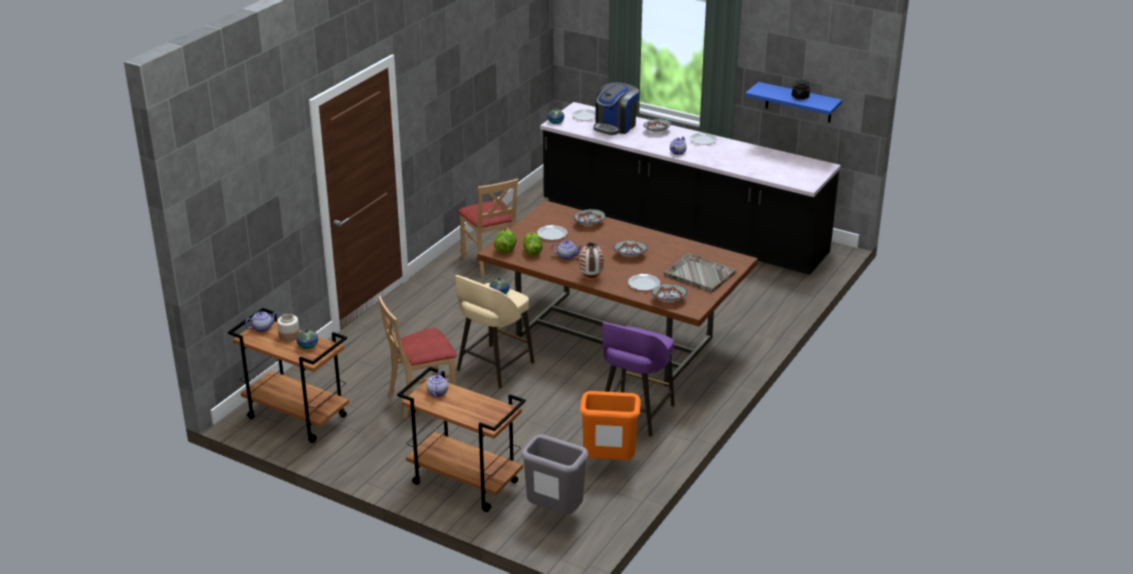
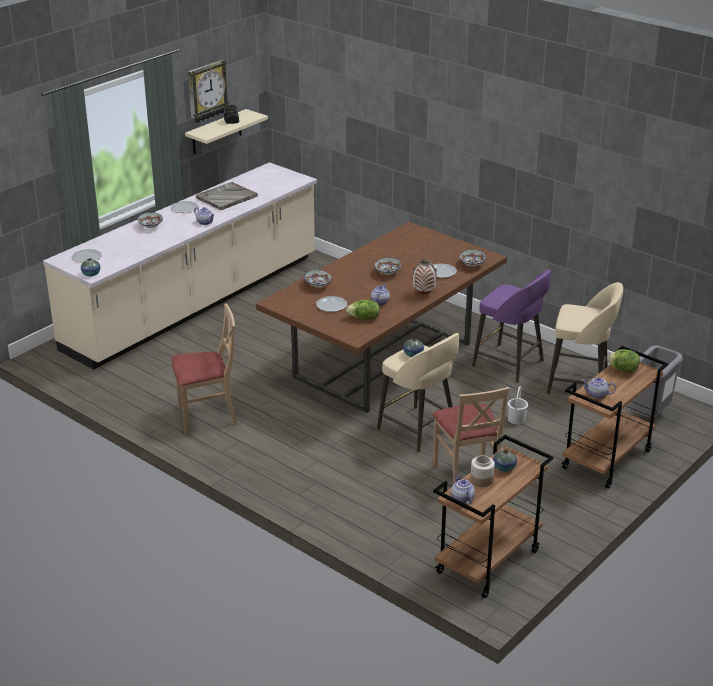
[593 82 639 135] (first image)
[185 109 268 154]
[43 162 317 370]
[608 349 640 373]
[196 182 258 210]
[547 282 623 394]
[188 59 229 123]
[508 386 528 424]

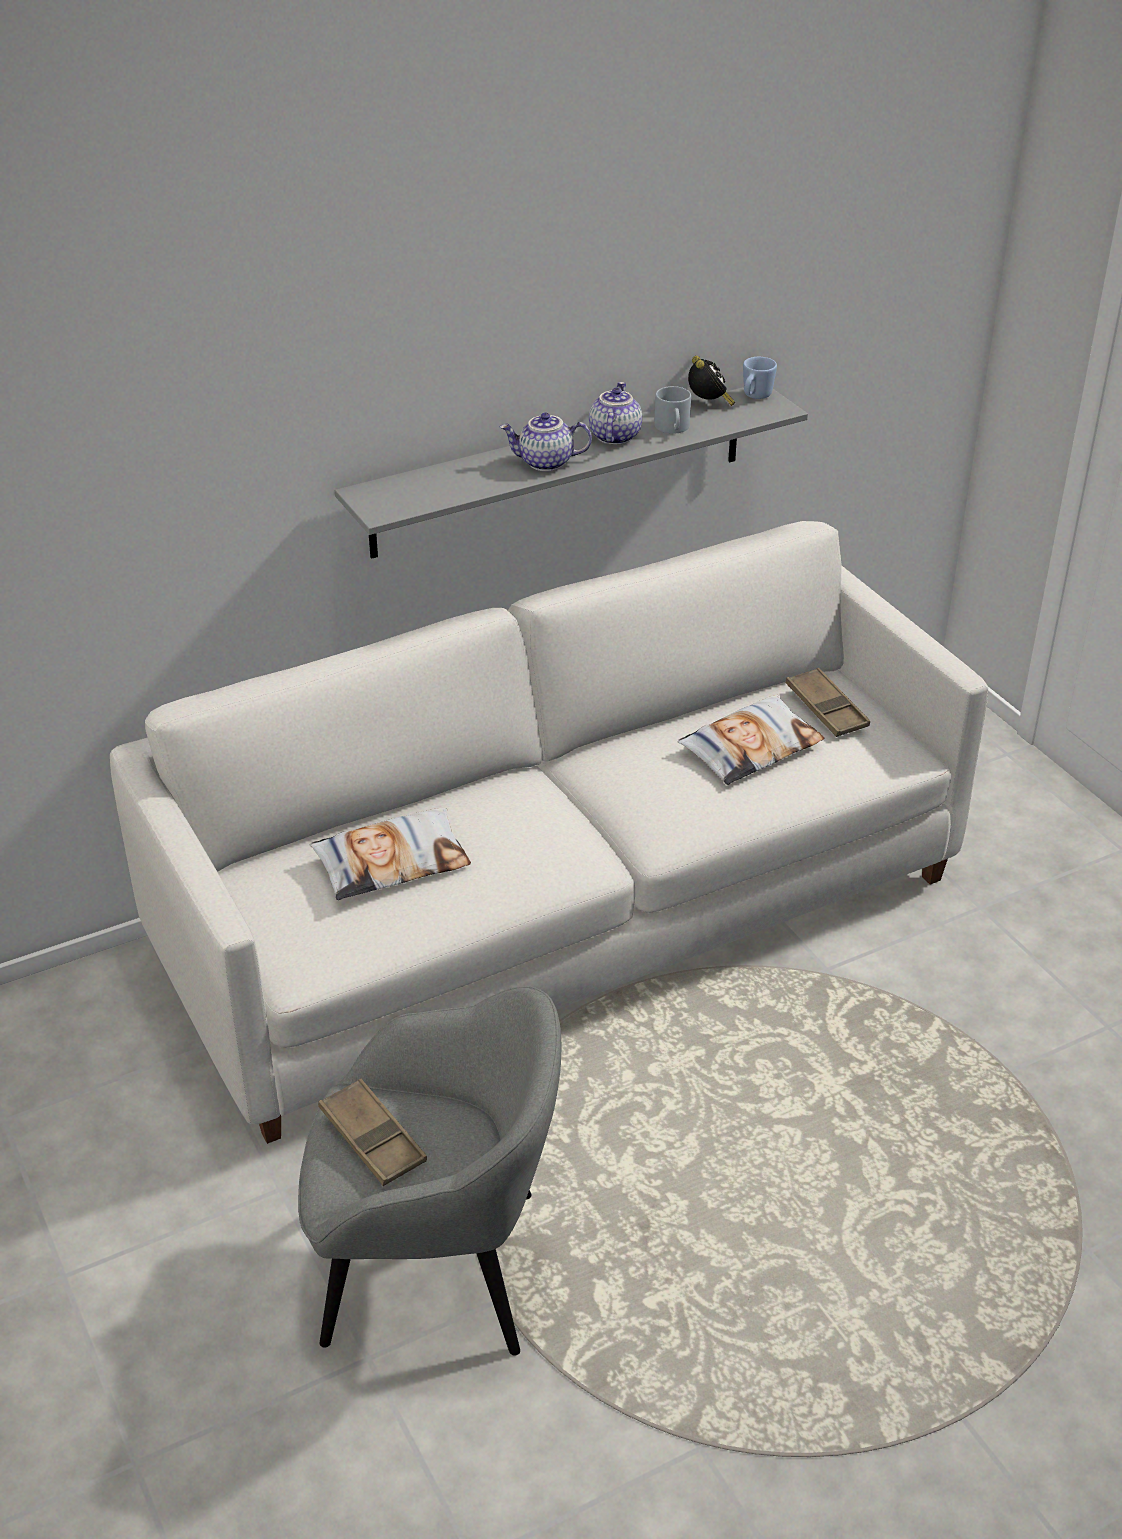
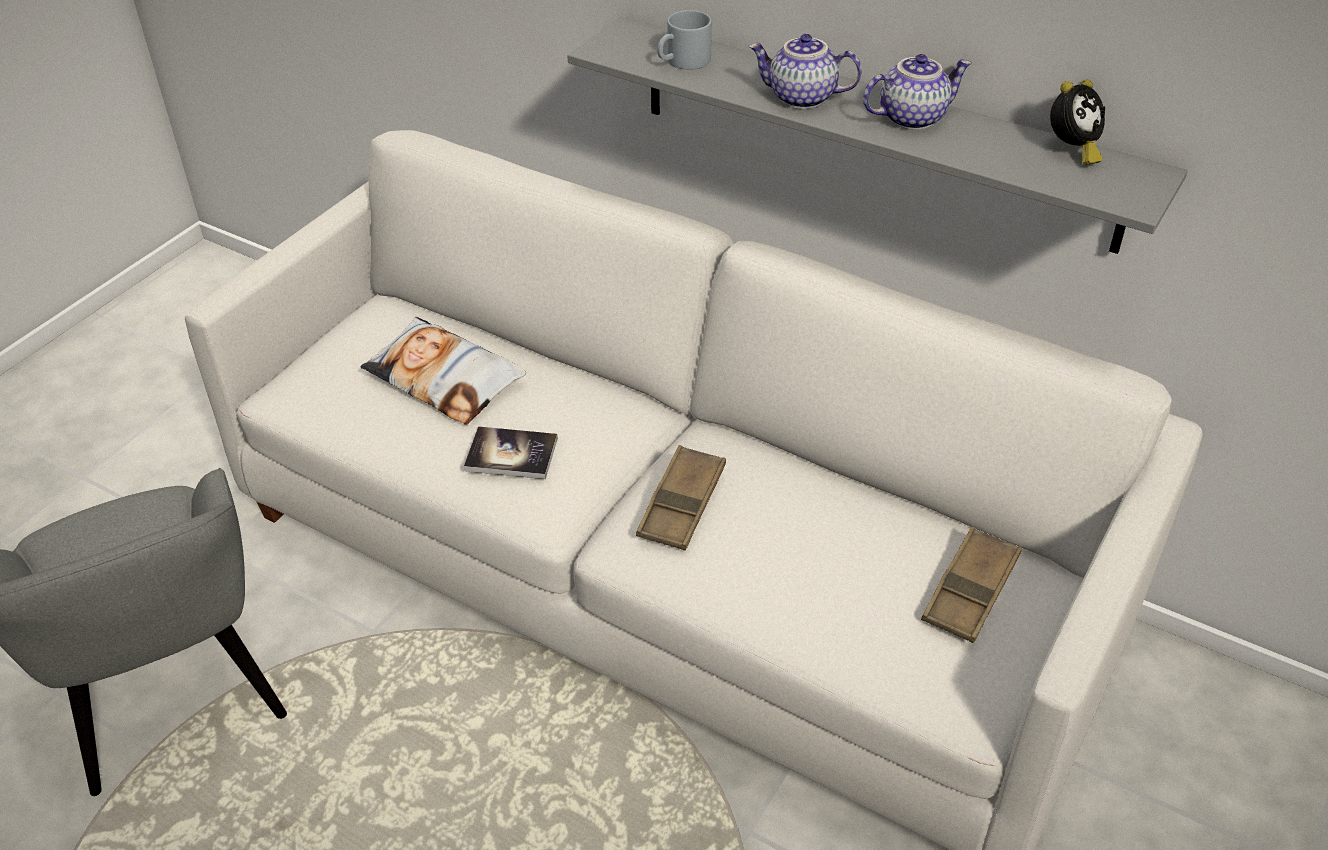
[743 357 777 399] (first image)
[657 10 712 70]
[748 34 862 109]
[677 695 825 785] (first image)
[636 445 726 550]
[464 426 558 479]

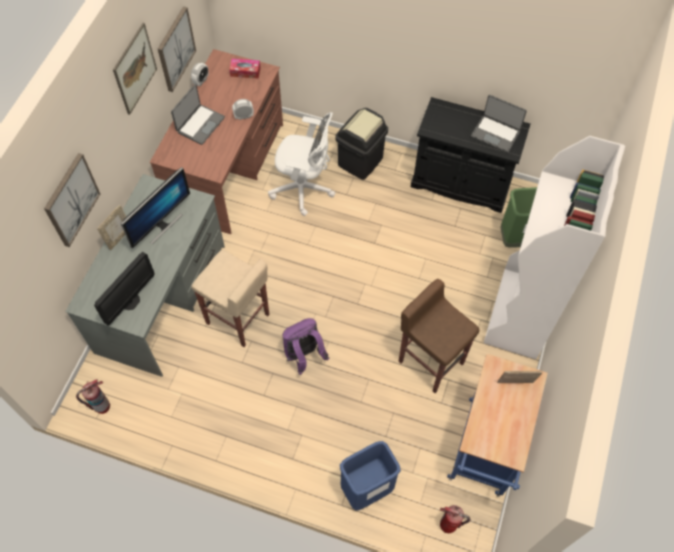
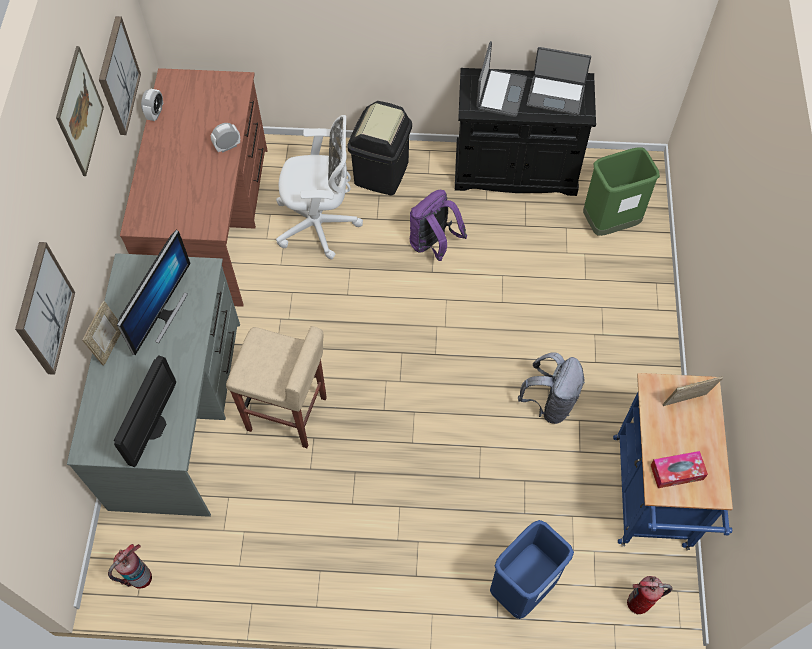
[651 451 708 488]
[476 41 527 117]
[484 136 625 359] (first image)
[518 352 585 424]
[410 190 467 261]

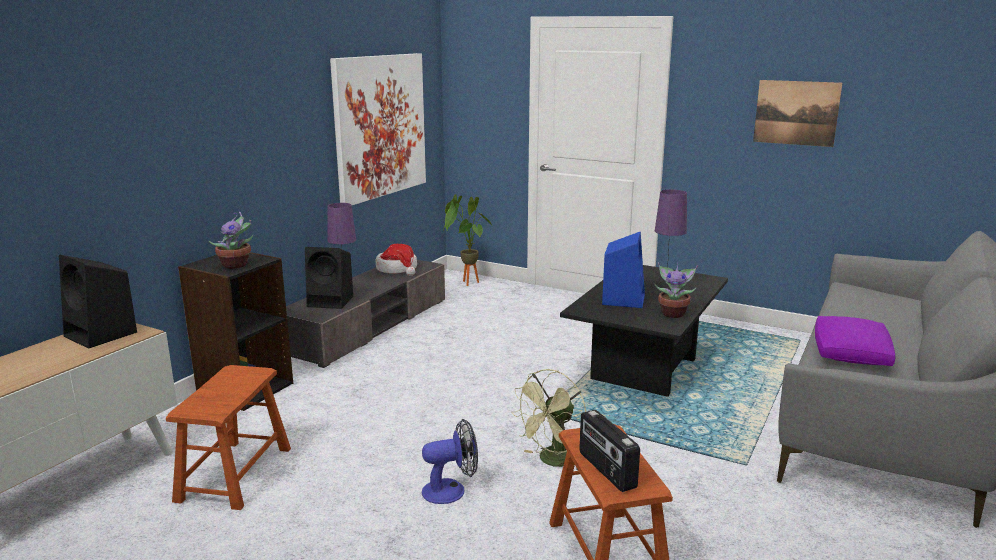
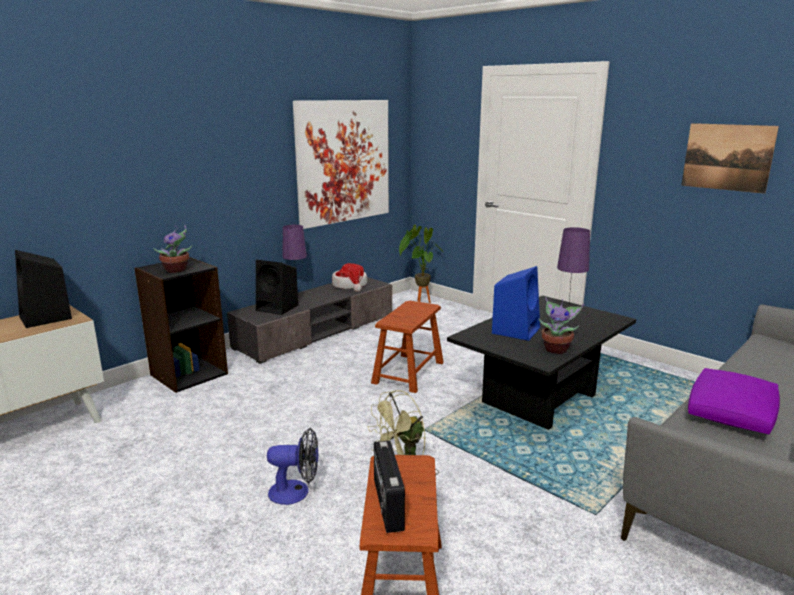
[371 301 444 393]

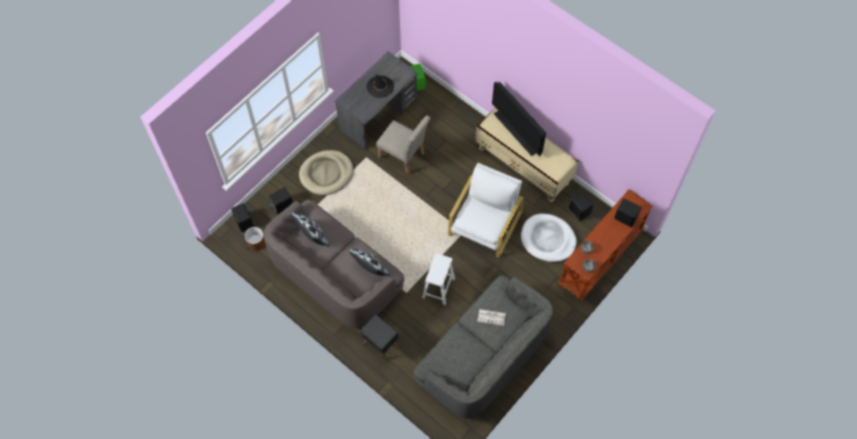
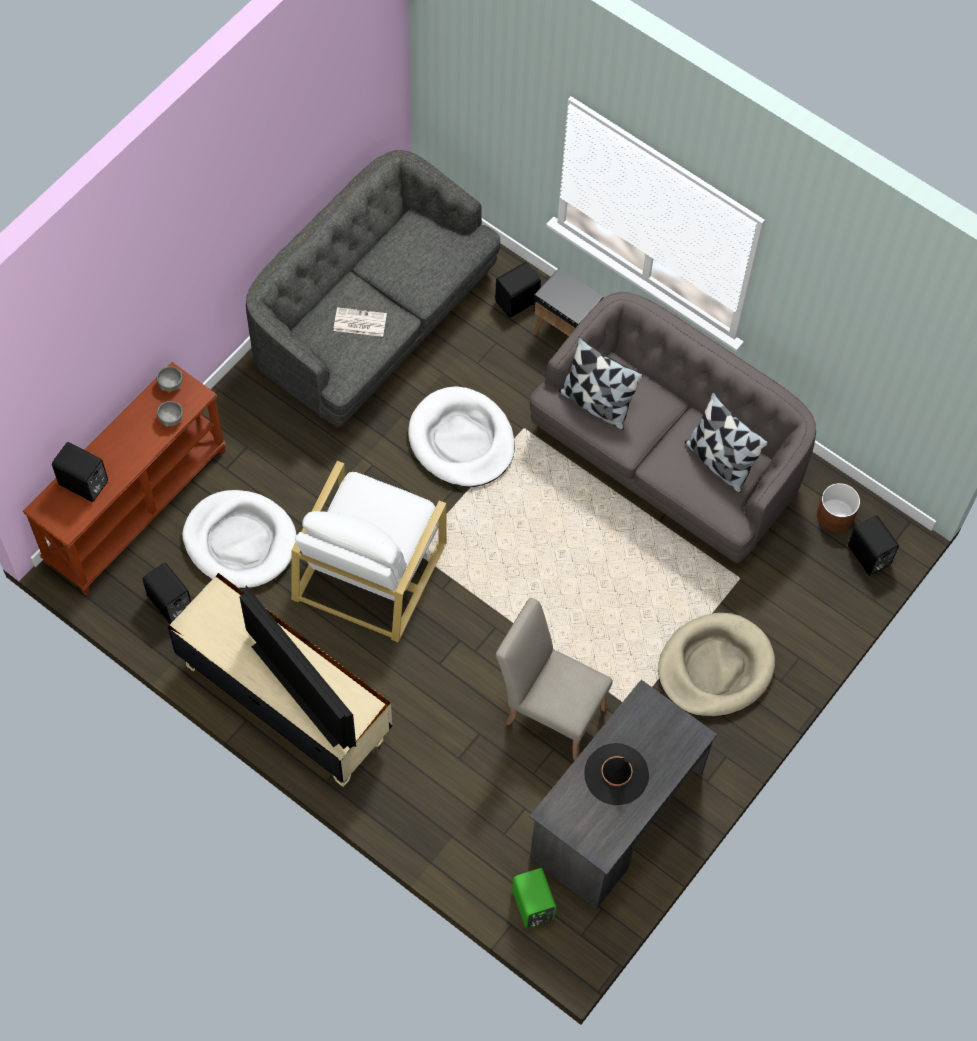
[495 262 541 318]
[408 386 515 487]

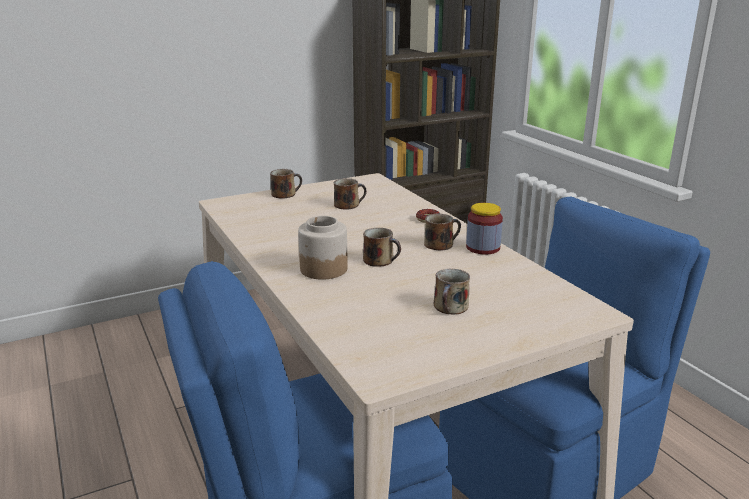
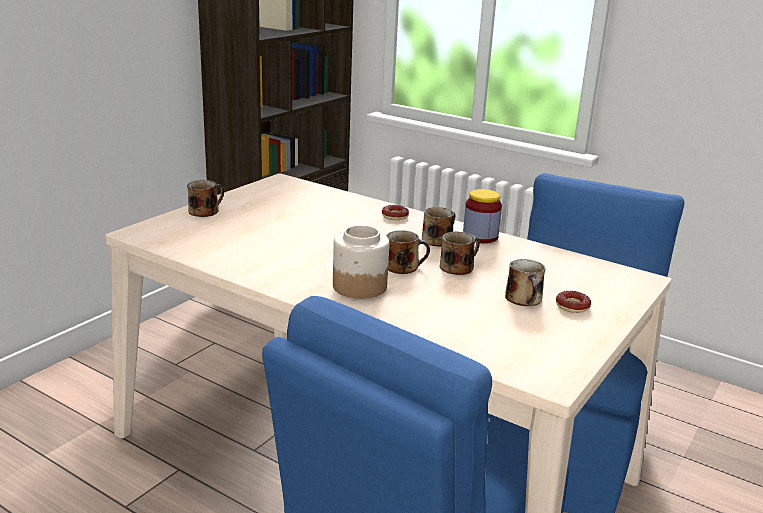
[439 231 480 275]
[556 291 591 313]

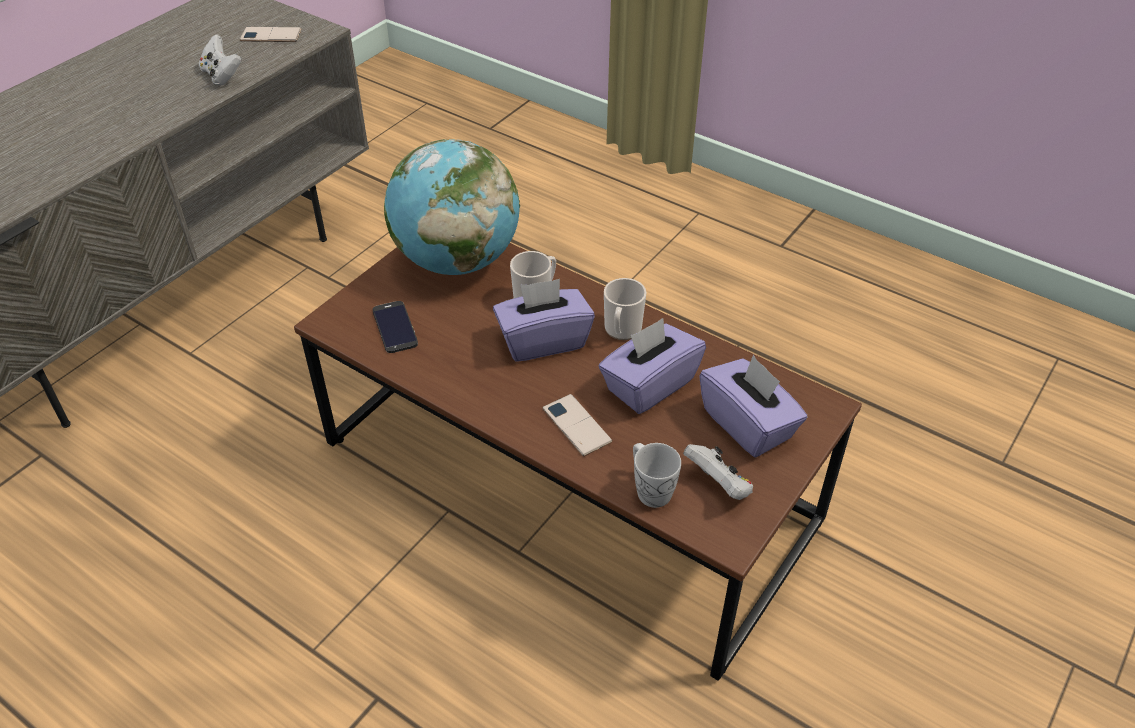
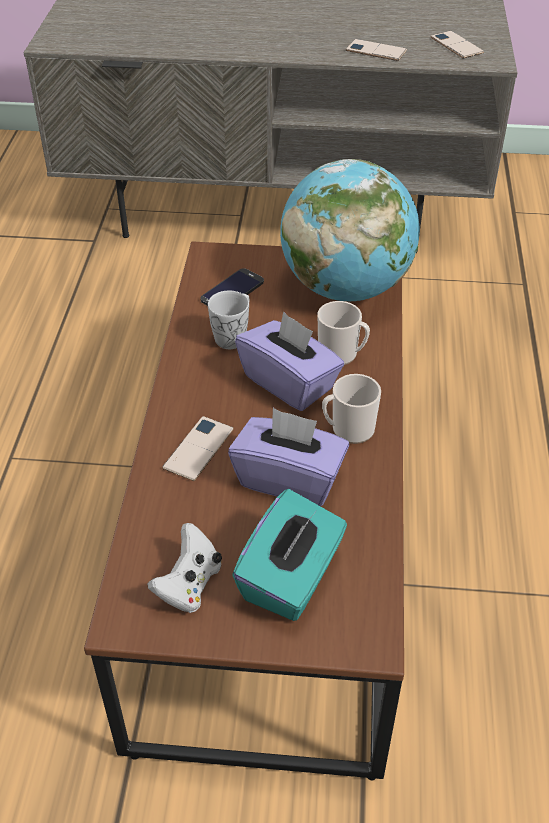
[346 39 407 61]
[232 489 347 621]
[208 290 249 349]

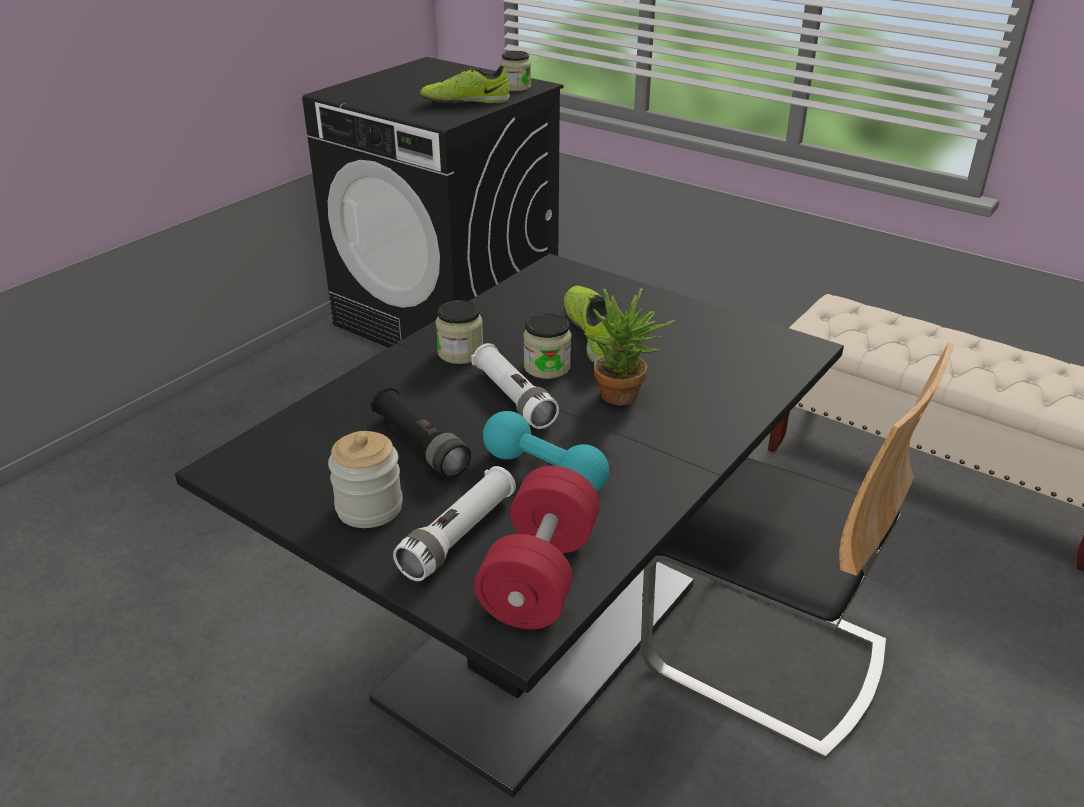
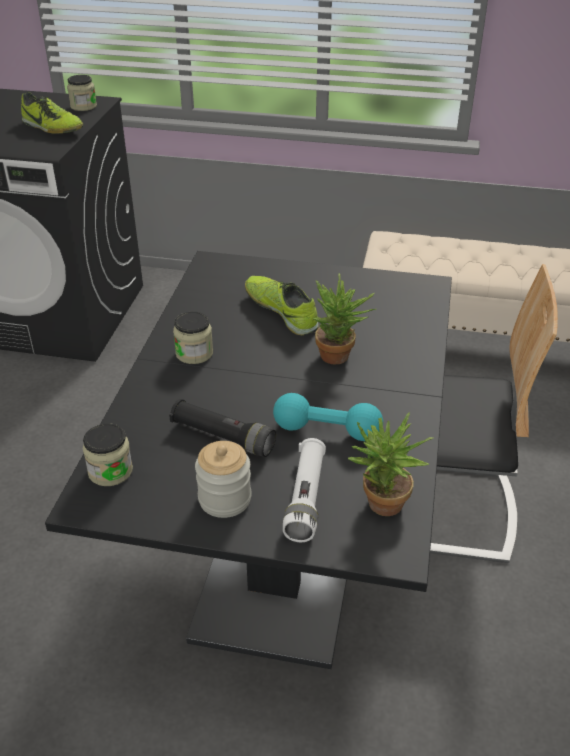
[21 92 84 134]
[83 423 133 486]
[471 343 559 429] (first image)
[348 412 434 516]

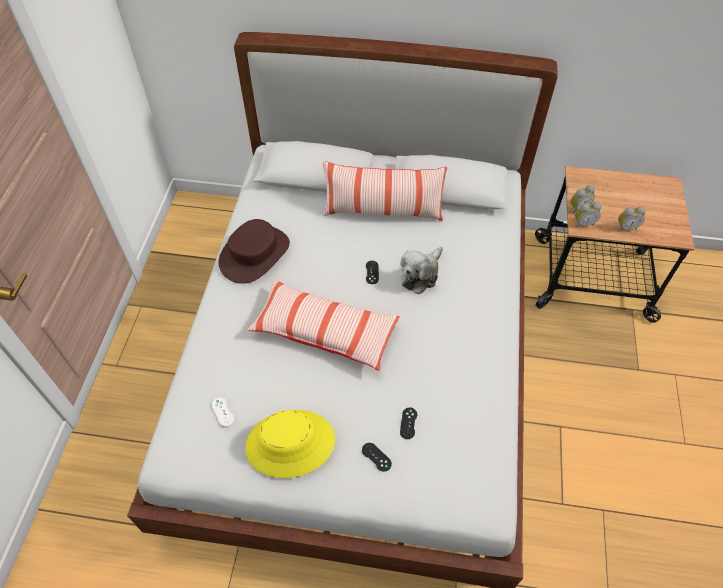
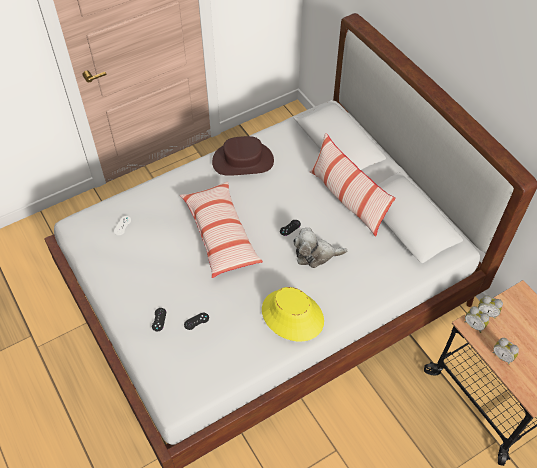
[262 287 324 342]

